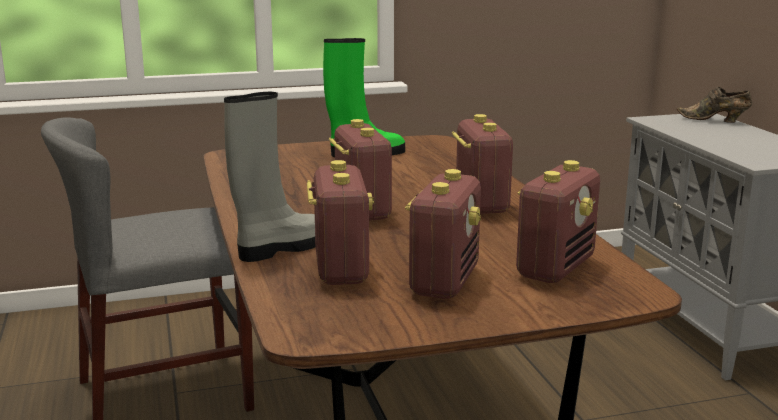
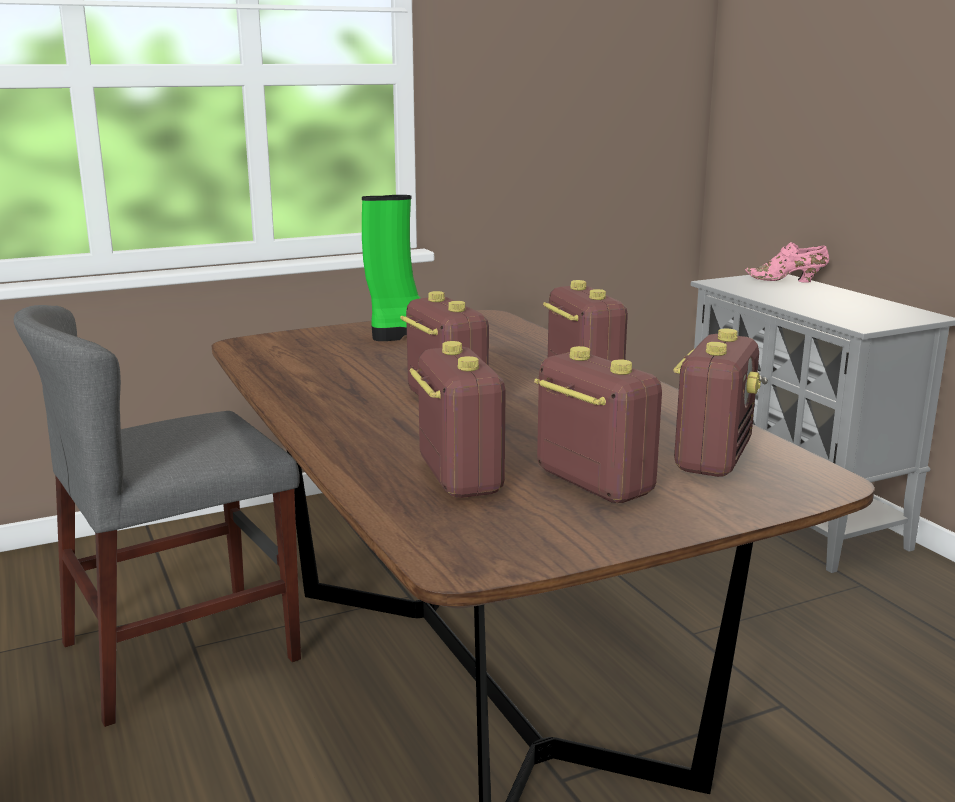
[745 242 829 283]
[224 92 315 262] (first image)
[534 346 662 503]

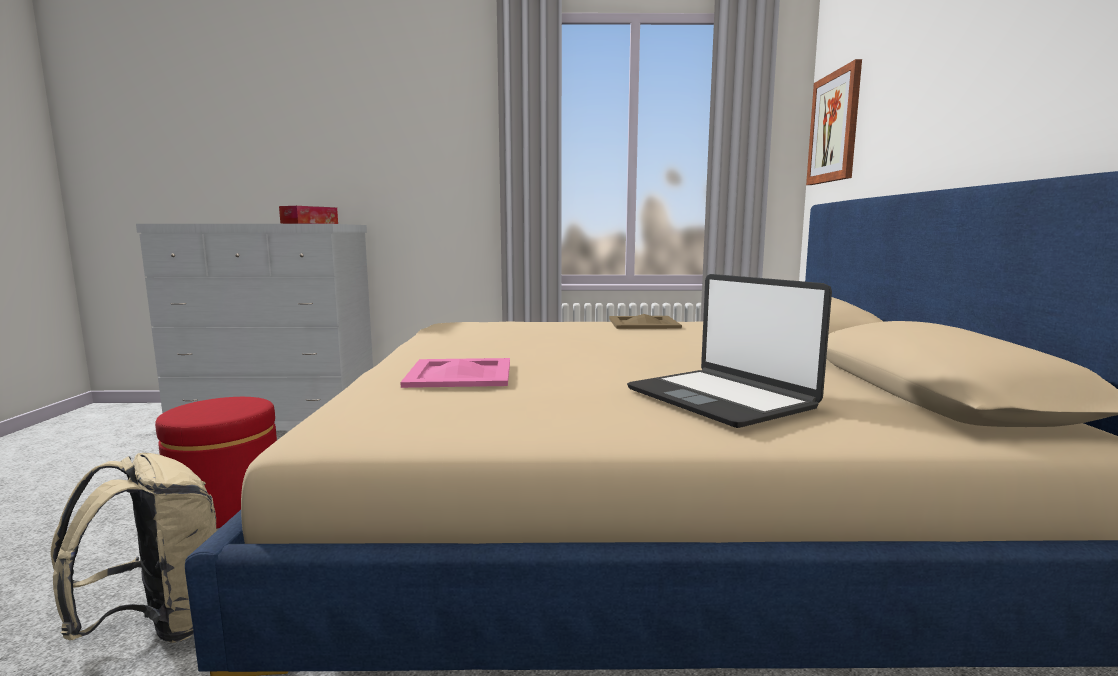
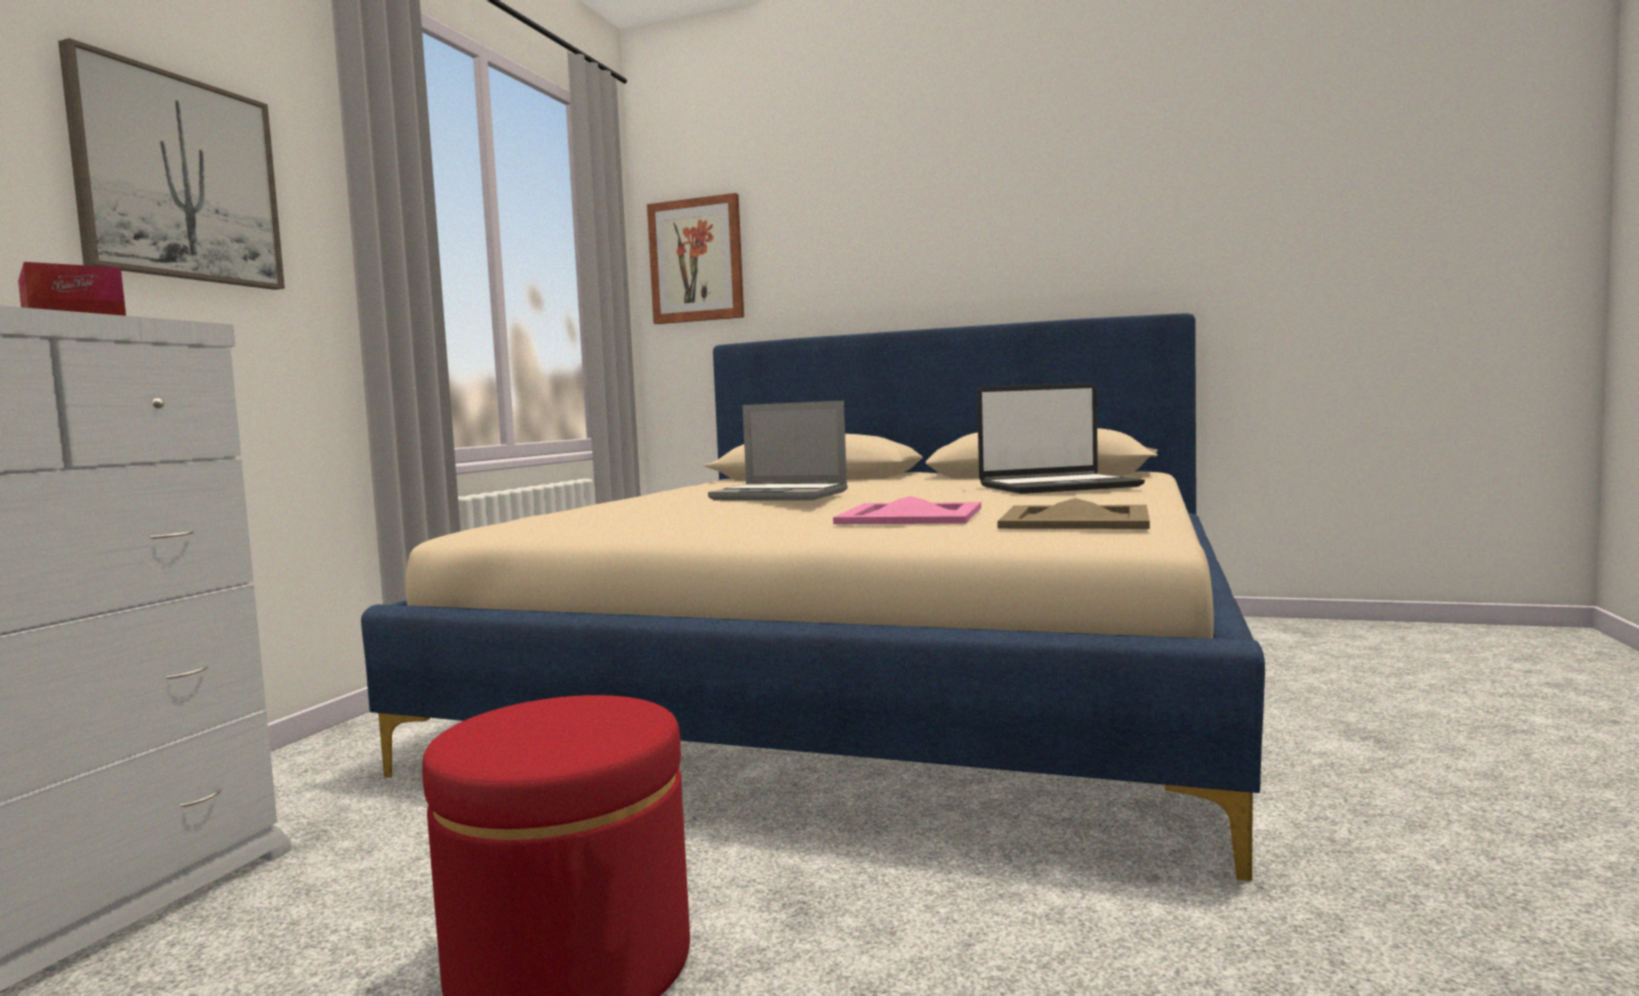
[997 498 1150 529]
[50 453 217 643] (first image)
[58 38 285 290]
[708 400 848 500]

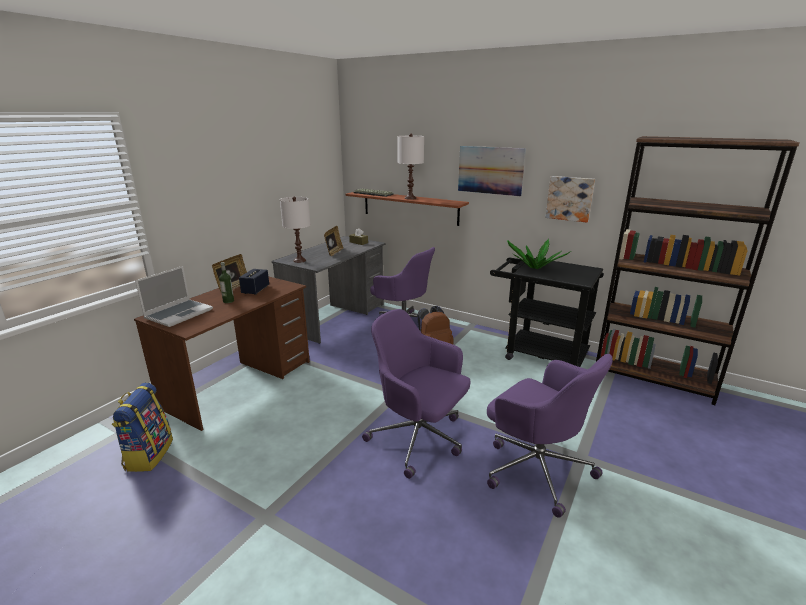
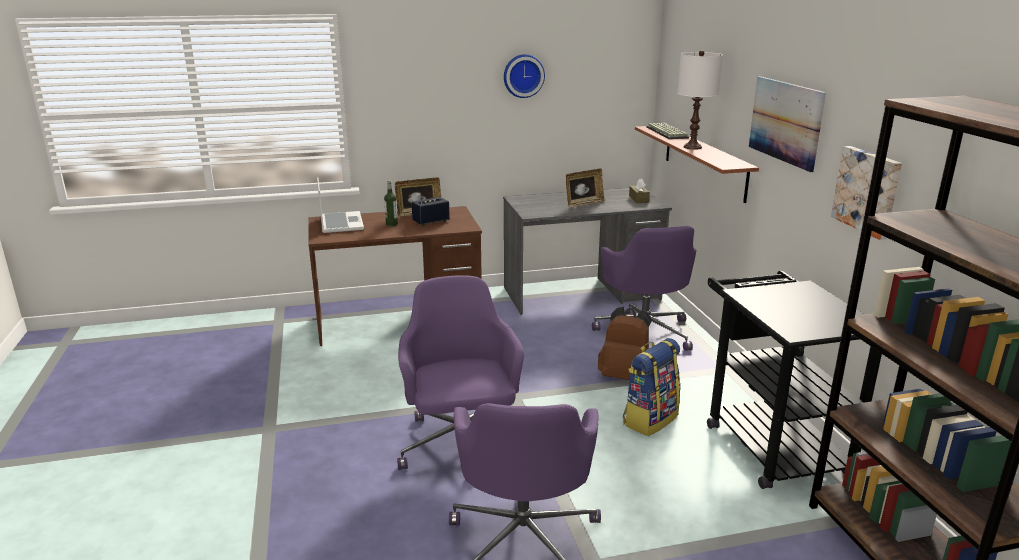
[280 197 310 263] (first image)
[507 239 571 269] (first image)
[317 177 364 233]
[623 338 680 436]
[504 54 545 98]

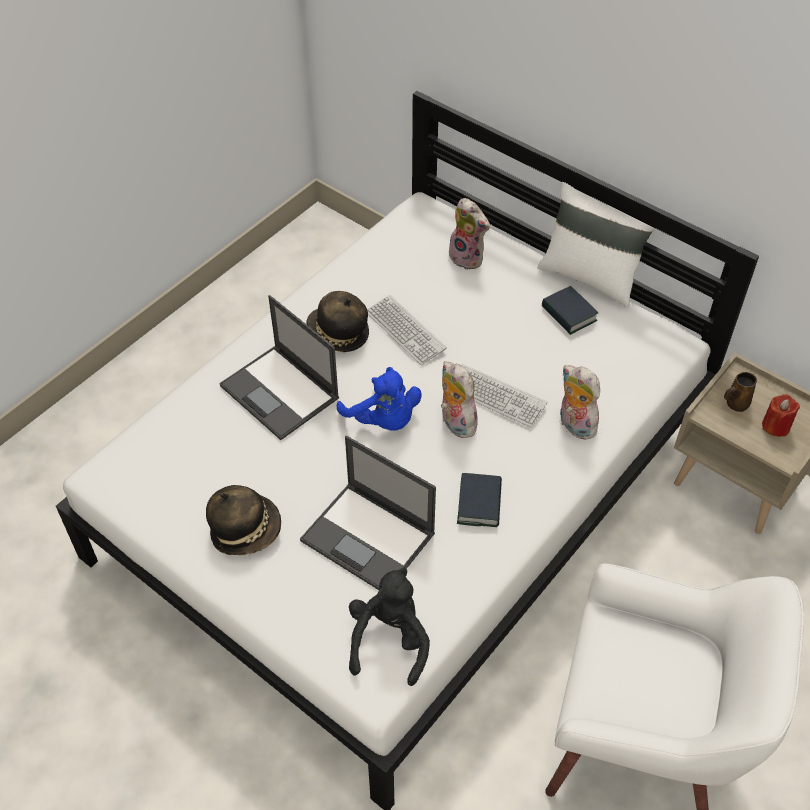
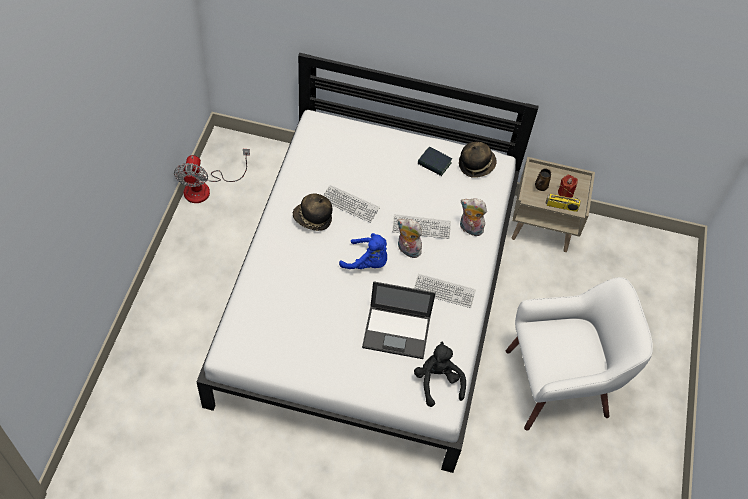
[537 182 655 307] (first image)
[447 198 490 270] (first image)
[219 295 339 440] (first image)
[414 274 476 308]
[459 142 497 178]
[174 149 250 203]
[545 184 581 212]

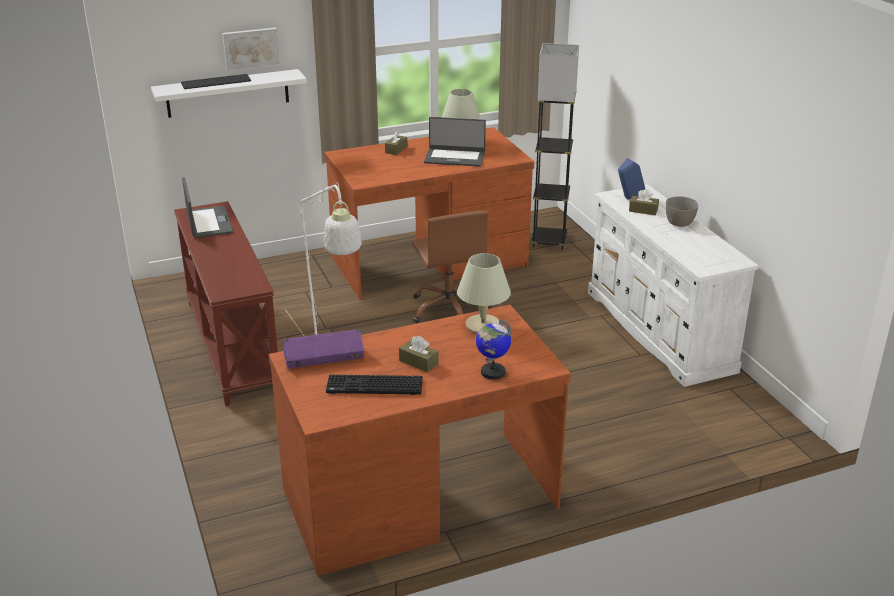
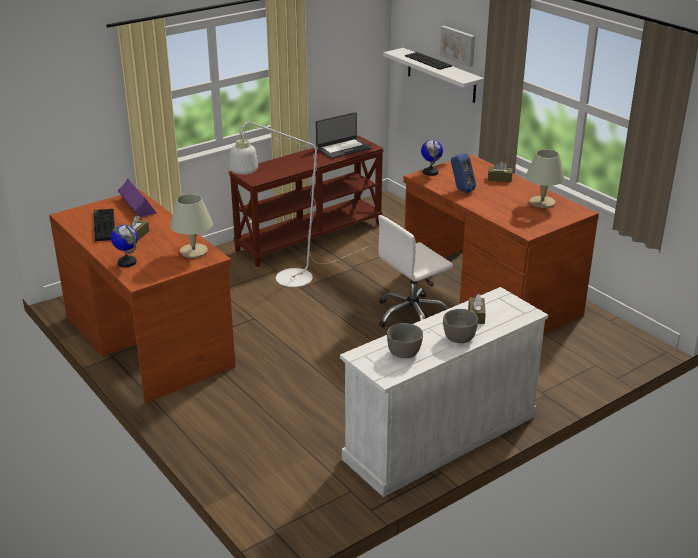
[531 43 579 250] (first image)
[424 117 486 167] (first image)
[451 153 476 193]
[378 215 453 327]
[421 140 443 176]
[387 323 423 358]

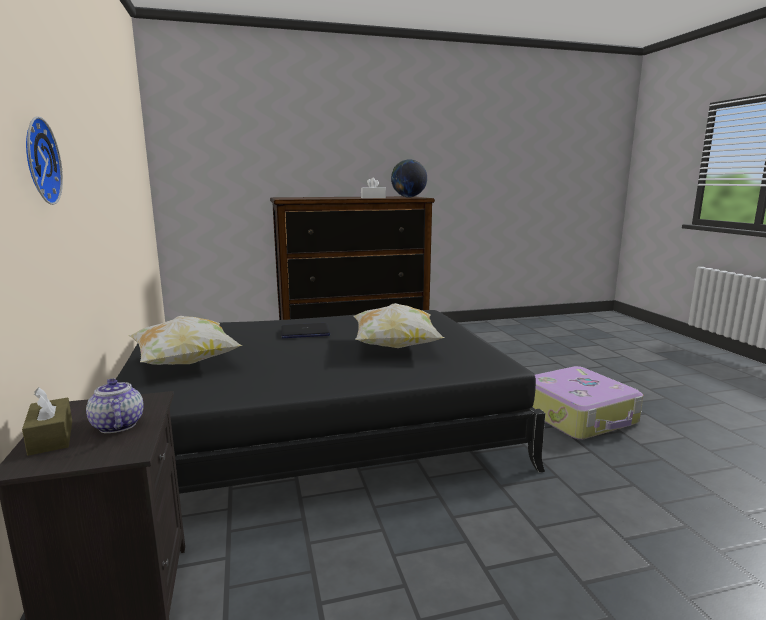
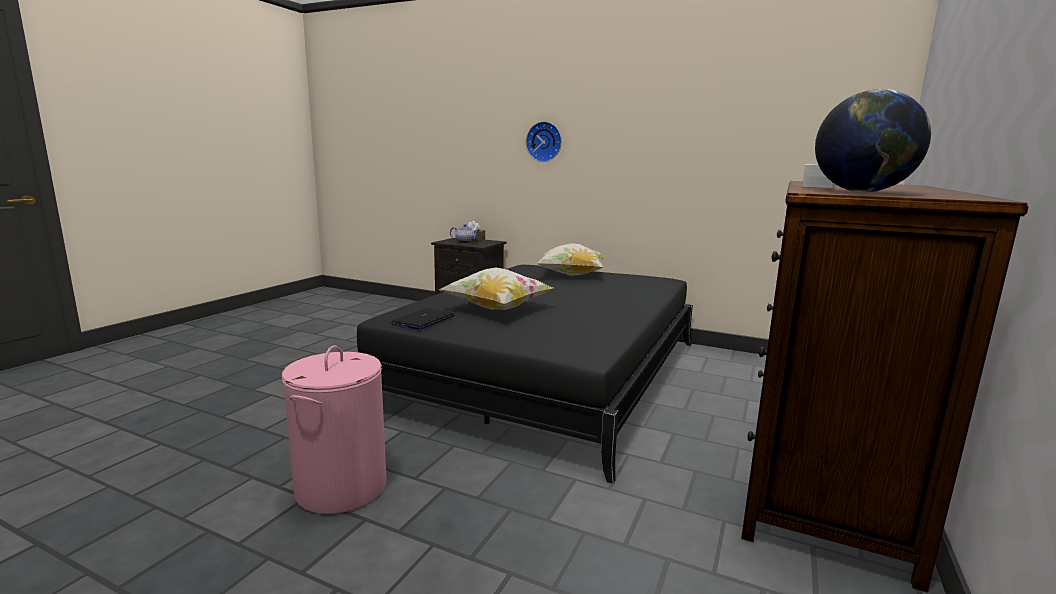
[391 308 454 330]
[282 345 387 514]

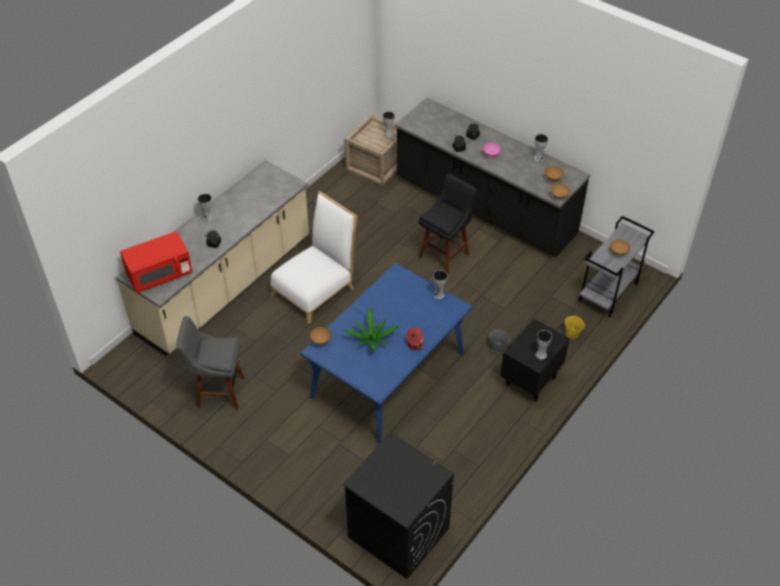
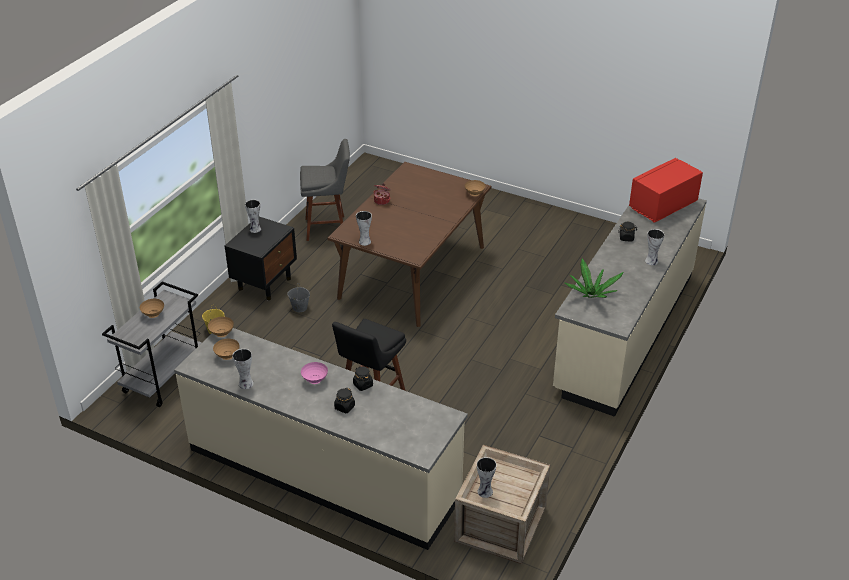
[174 328 468 550]
[271 191 358 324] (first image)
[327 162 492 327]
[564 259 624 298]
[300 139 350 241]
[343 433 454 579] (first image)

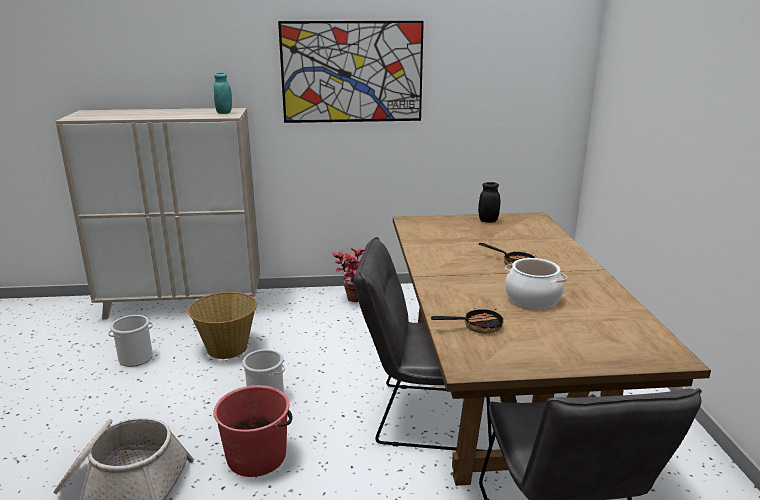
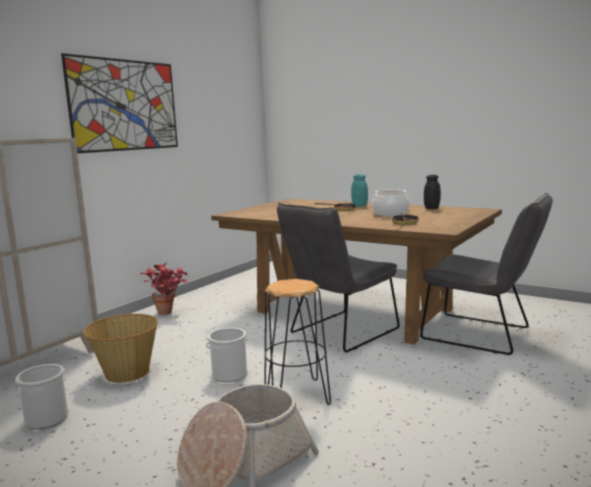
[351 174 368 207]
[424 175 441 209]
[264 279 331 405]

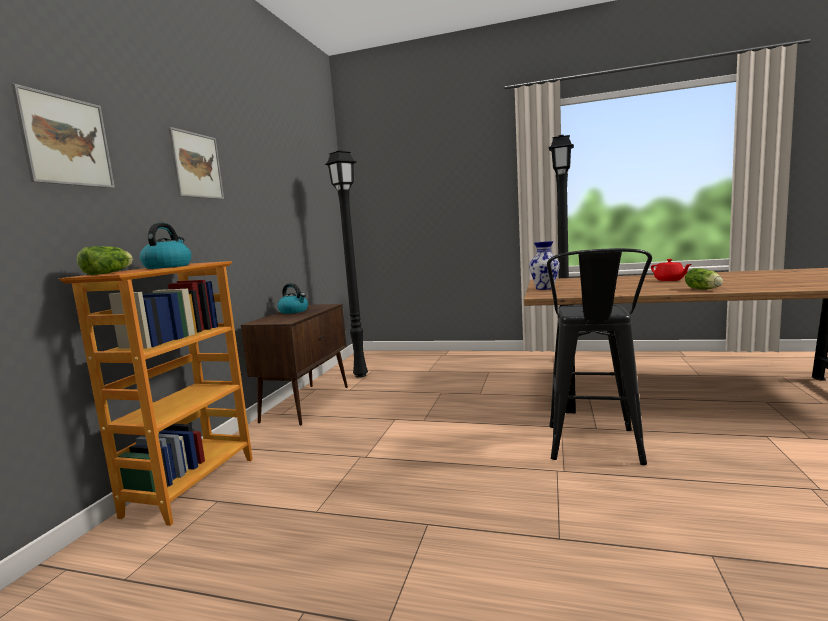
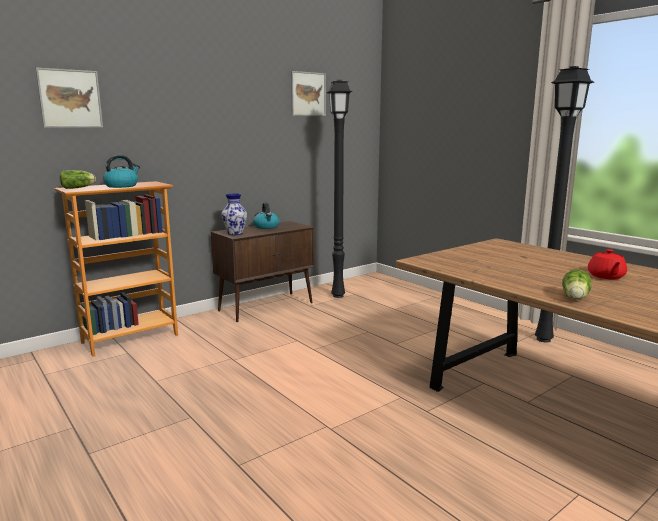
[291 71 326 116]
[221 193 247 235]
[547 248 652 465] (first image)

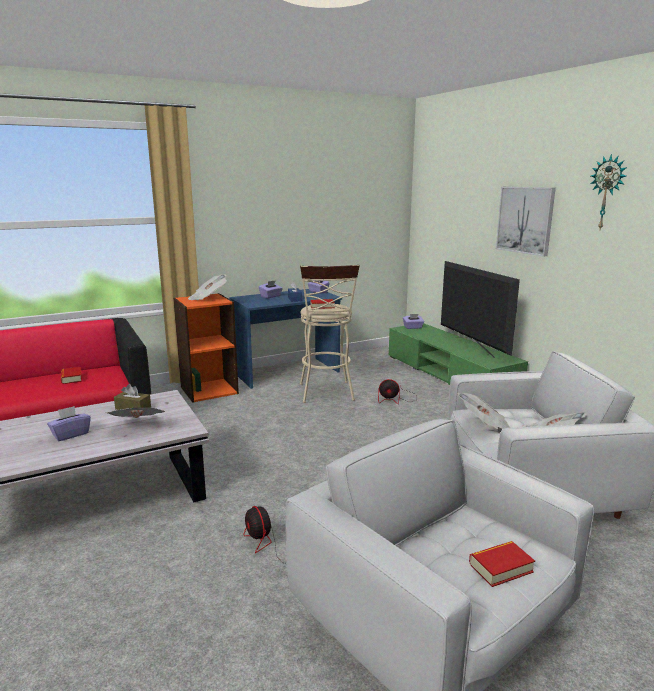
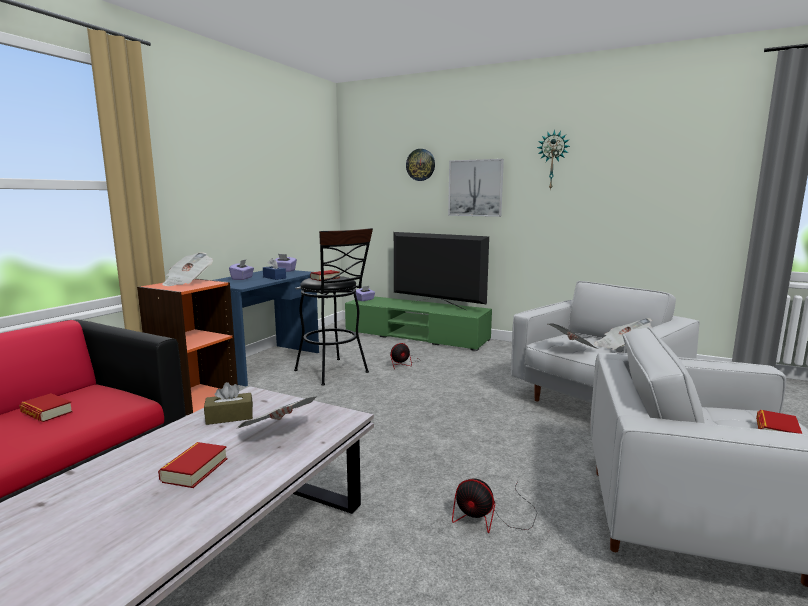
[294 228 373 386]
[158 442 227 488]
[406 149 435 181]

